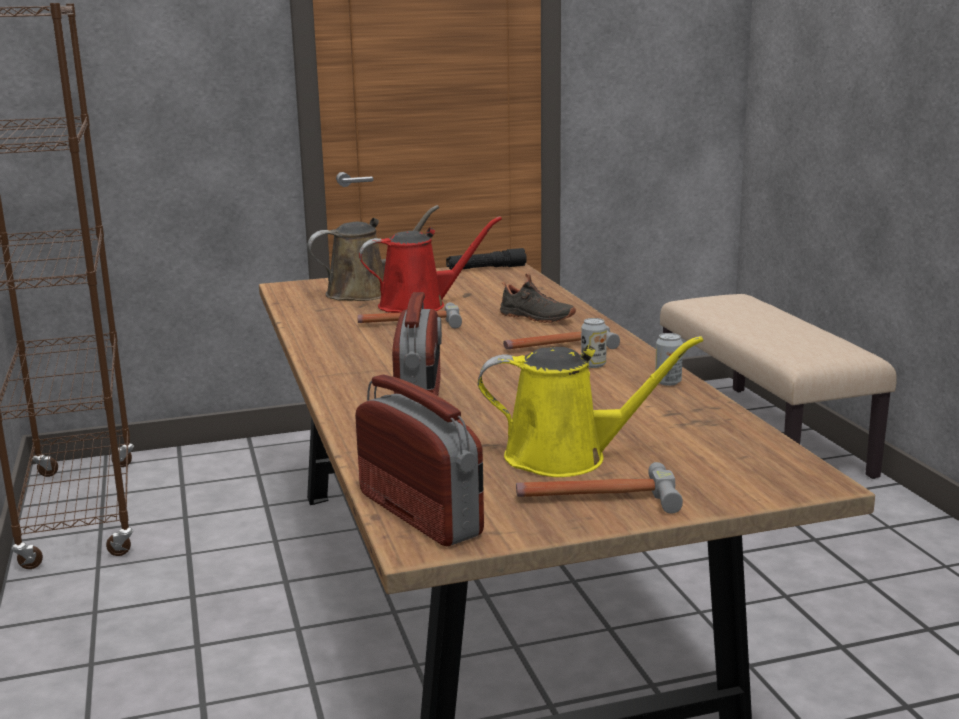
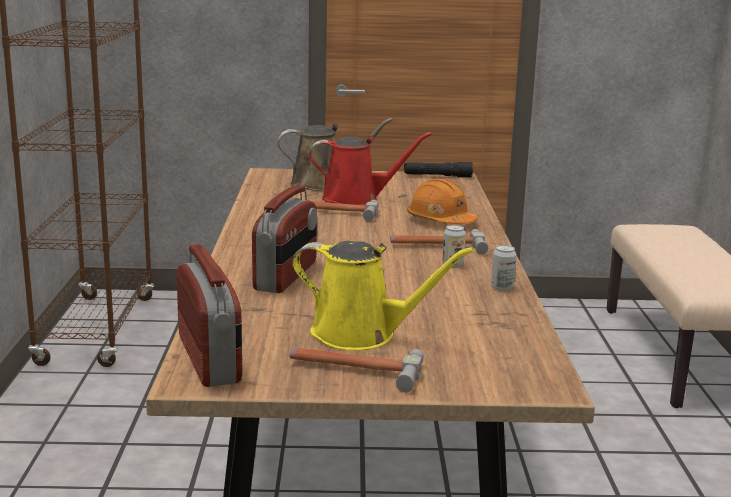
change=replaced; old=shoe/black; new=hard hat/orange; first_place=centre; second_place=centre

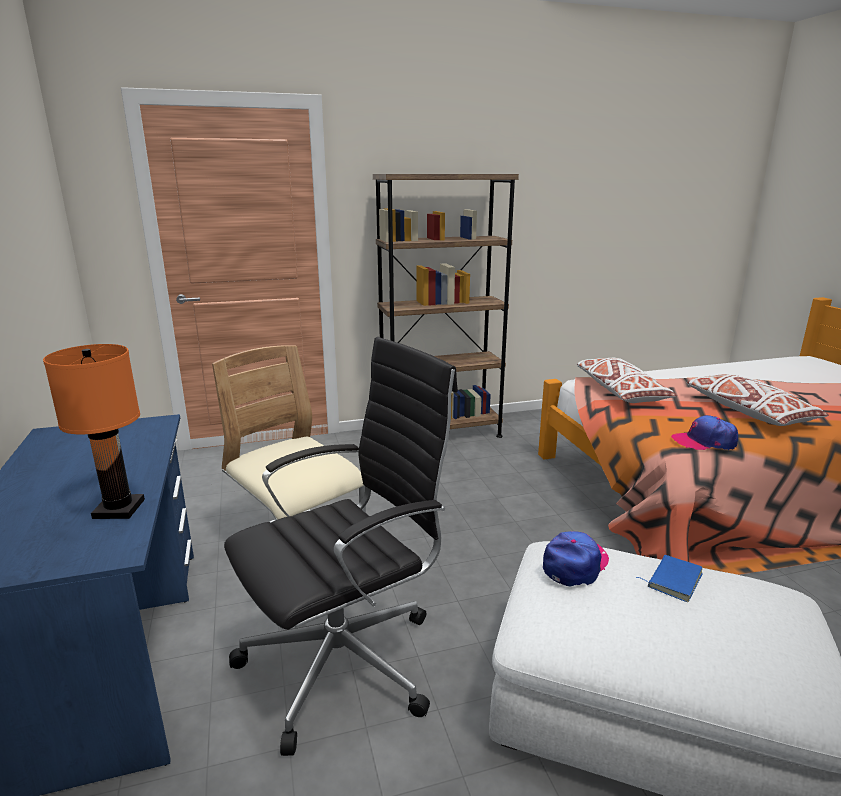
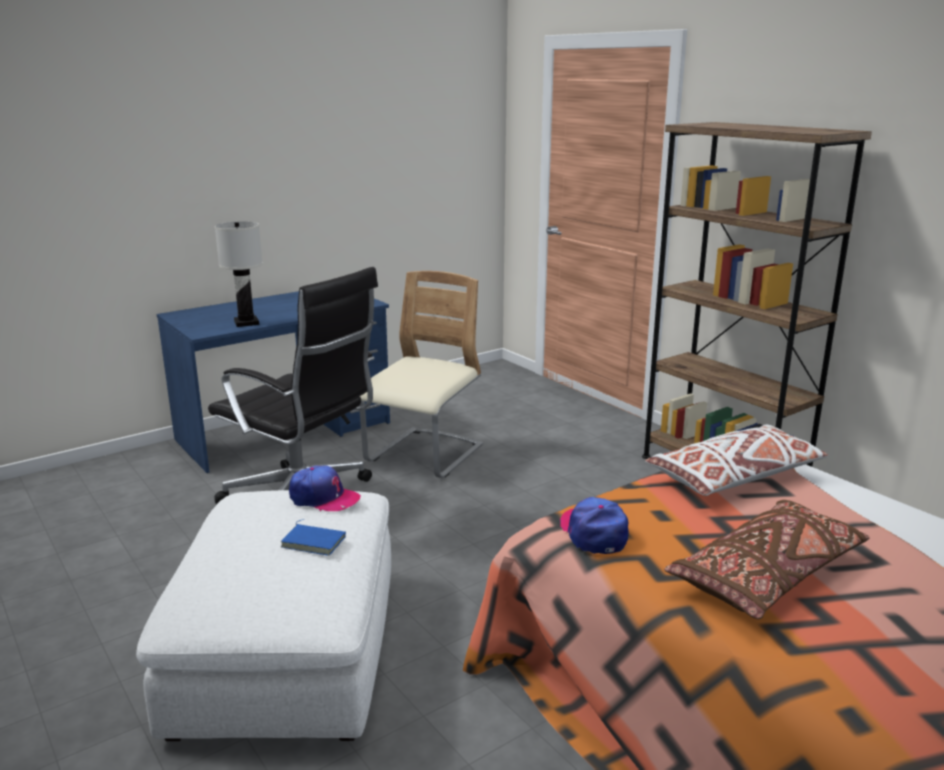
change=recoloured; old=table lamp/orange; new=table lamp/white; first_place=middle left; second_place=middle left
change=recoloured; old=pillow/white (2nd from left); new=pillow/brown; first_place=middle right; second_place=bottom right

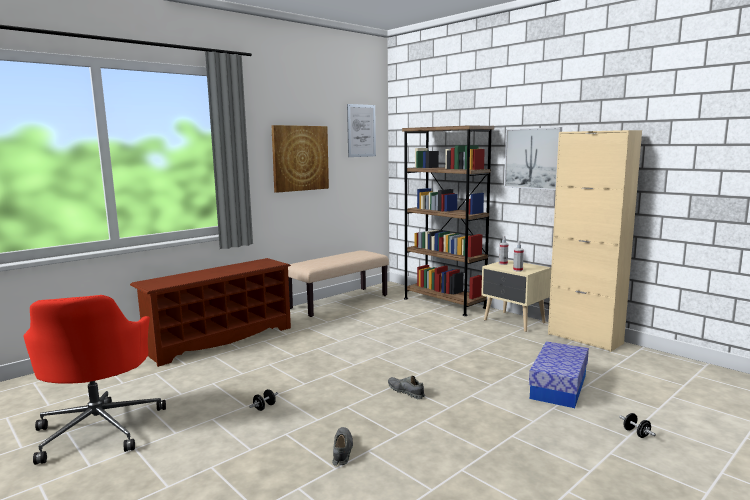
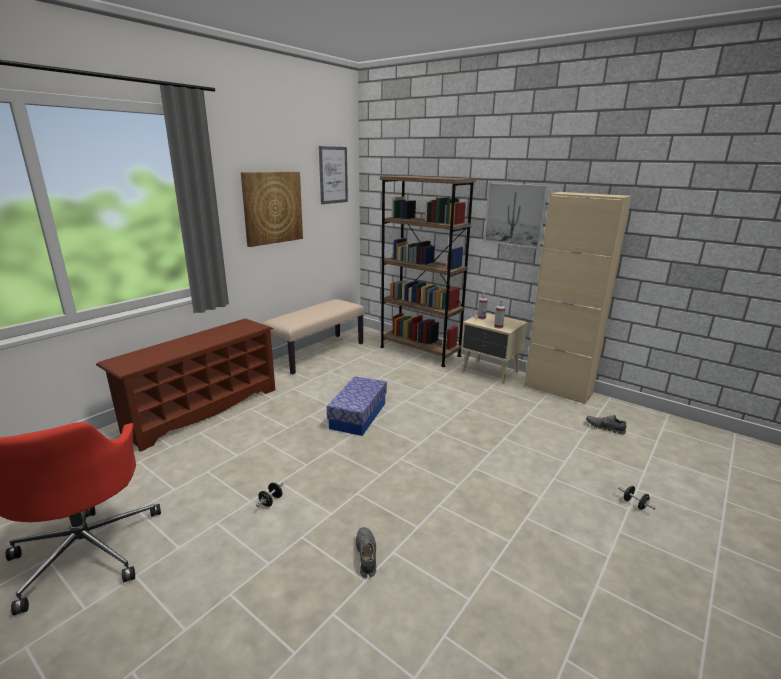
change=moved; old=storage box; first_place=bottom right; second_place=centre
change=moved; old=shoe/grey (2nd from left); first_place=bottom centre; second_place=middle right

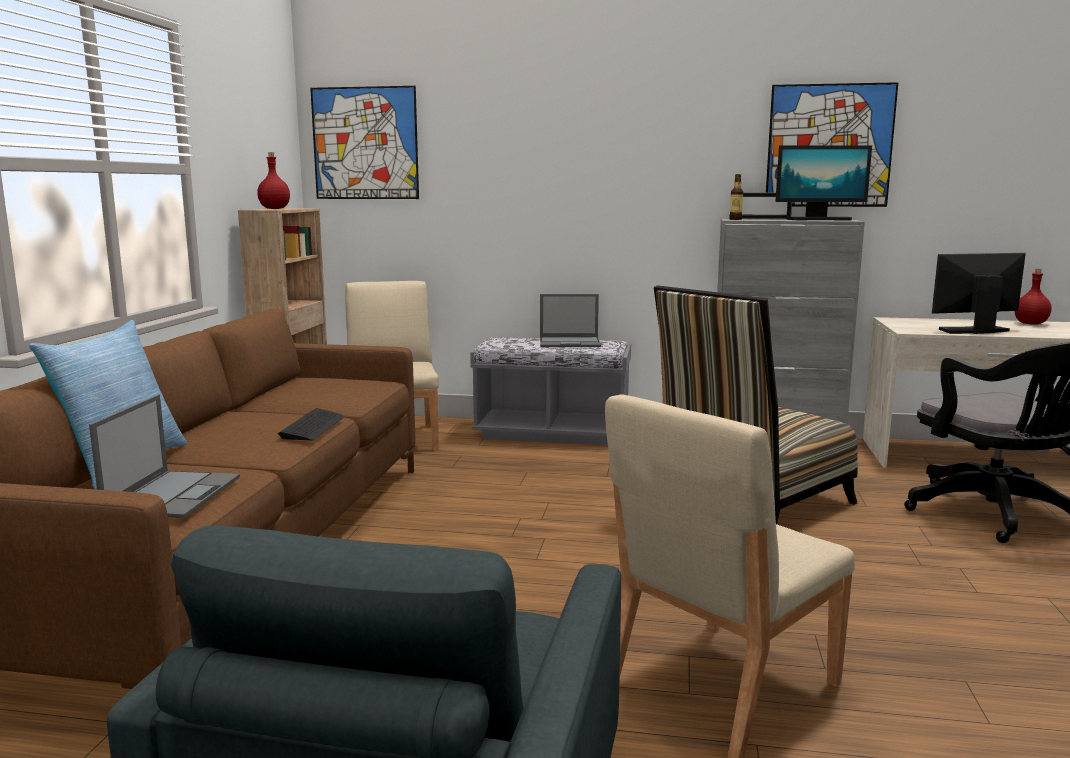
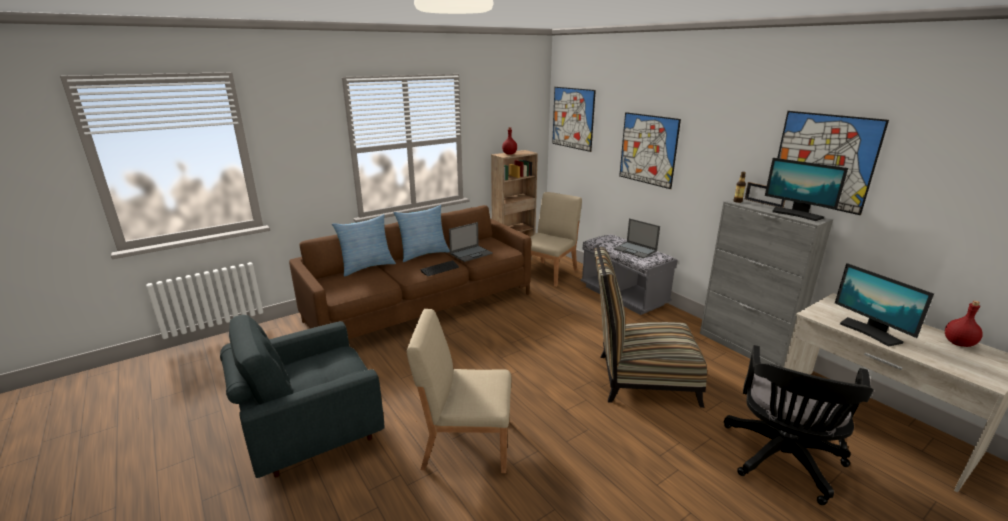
change=turned; old=monitor (2nd from left); first_place=middle right; second_place=middle right; degrees=-150
change=moved; old=laptop (1st from left); first_place=middle left; second_place=centre
change=added; new=picture (2nd from left); second_place=top centre
change=added; new=pillow (2nd from left); second_place=centre

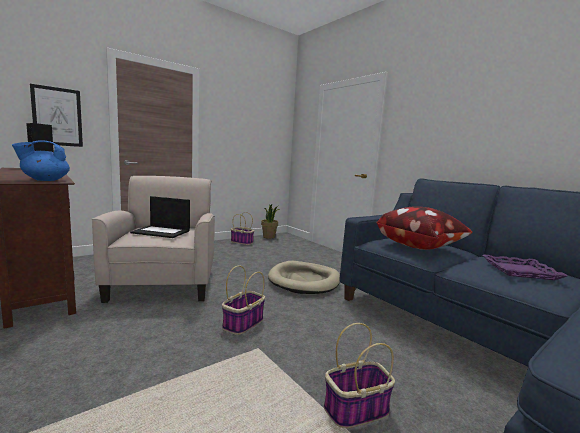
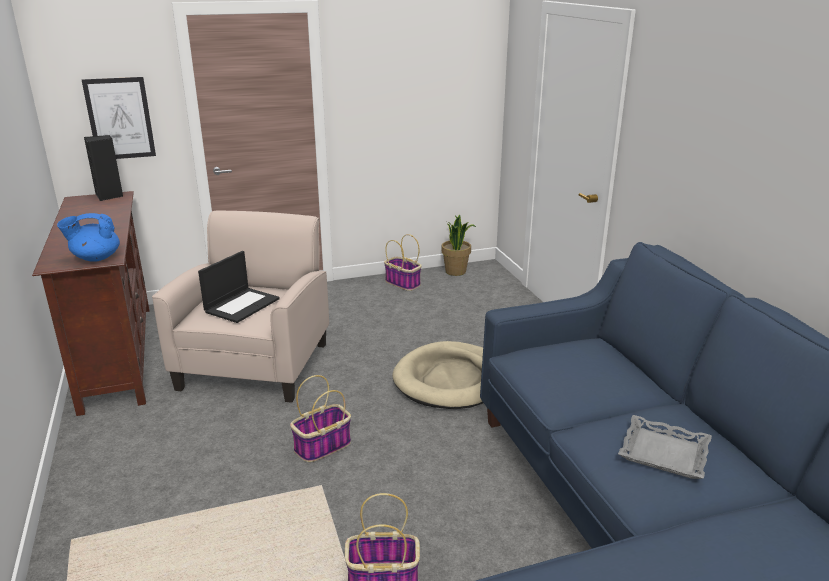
change=turned; old=laptop; first_place=middle left; second_place=middle left; degrees=-90
change=removed; old=pillow; first_place=middle right
change=recoloured; old=tray/purple; new=tray/grey; first_place=middle right; second_place=bottom right

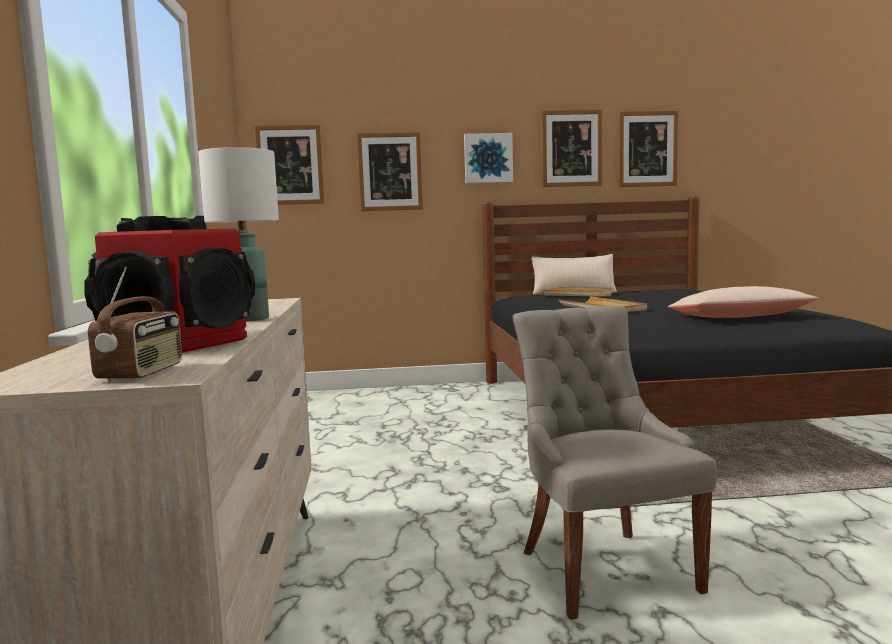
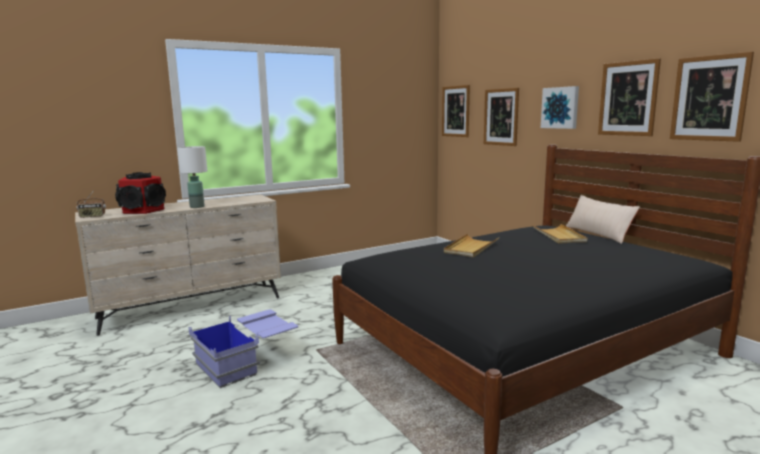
change=removed; old=pillow/beige (2nd from left); first_place=middle right
change=replaced; old=chair/grey; new=storage box/blue; first_place=bottom right; second_place=bottom left

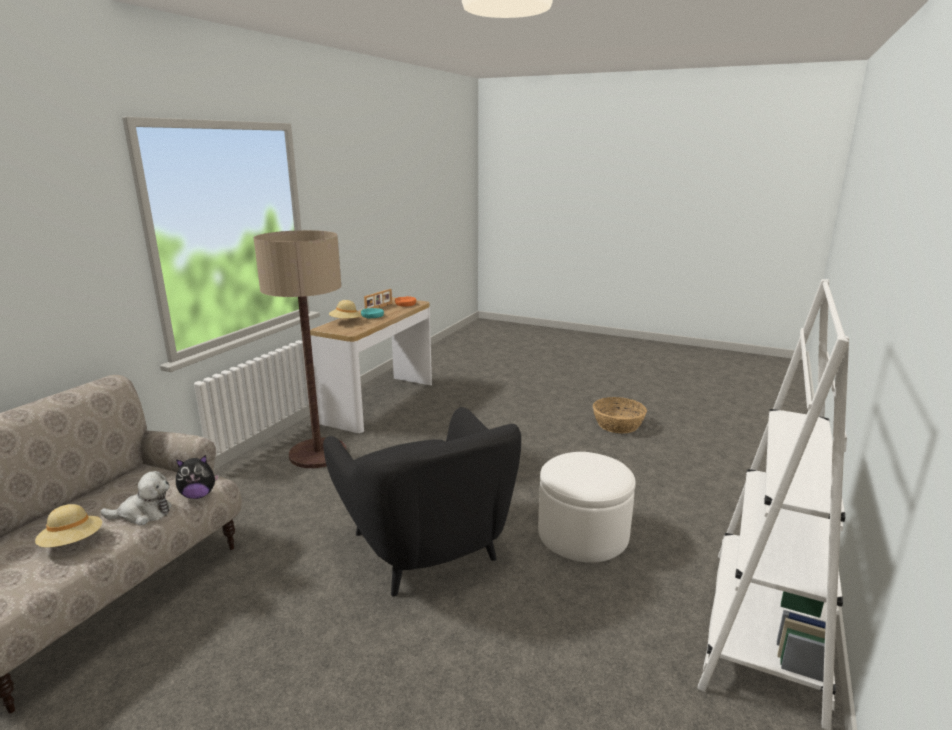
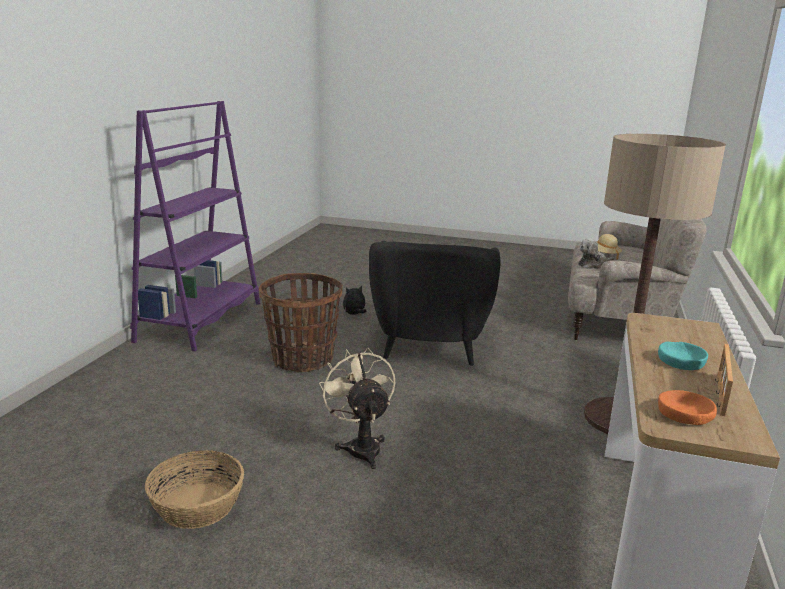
change=recoloured; old=bookcase/white; new=bookcase/purple; first_place=bottom right; second_place=middle left
change=removed; old=hat/beige (2nd from left); first_place=centre
change=turned; old=armchair/black; first_place=bottom centre; second_place=centre; degrees=-135
change=replaced; old=ottoman/white; new=basket (2nd from left); first_place=bottom centre; second_place=centre
change=moved; old=plush toy (2nd from left in the first image); new=plush toy (1st from left); first_place=middle left; second_place=centre
change=added; new=fan/beige; second_place=bottom centre

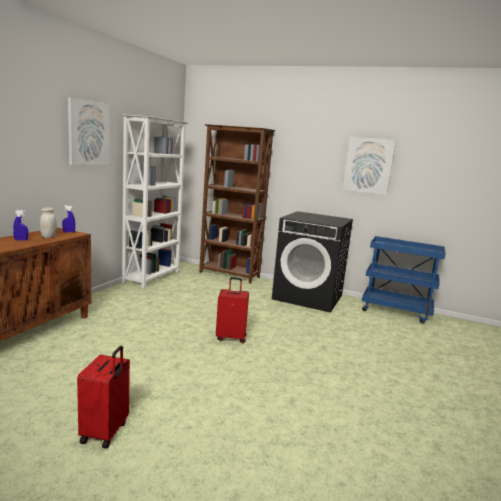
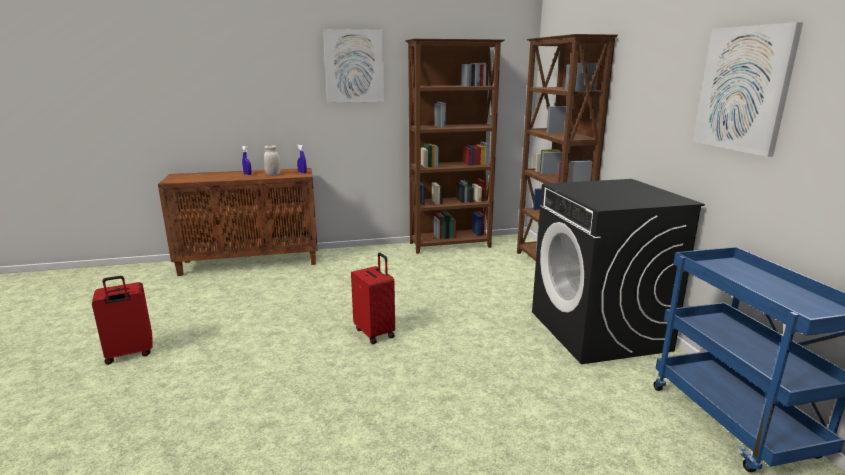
change=recoloured; old=bookcase/white; new=bookcase/brown (1st from left); first_place=middle left; second_place=top centre

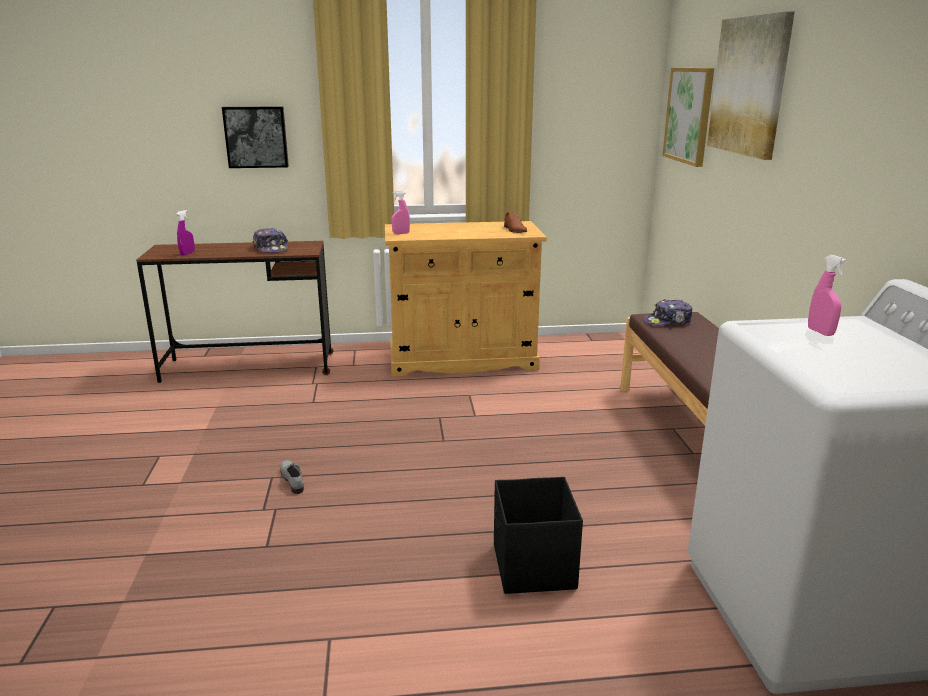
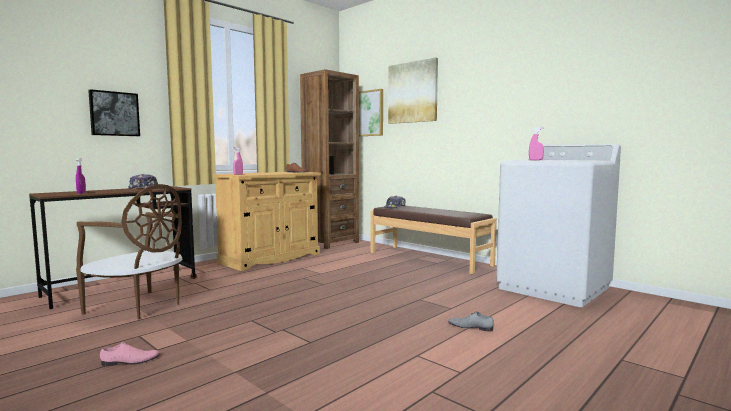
change=moved; old=shoe/grey; first_place=bottom left; second_place=bottom centre
change=removed; old=storage box/black; first_place=bottom centre
change=added; new=bookcase/brown; second_place=centre
change=added; new=chair/brown; second_place=middle left
change=added; new=shoe/pink; second_place=bottom left

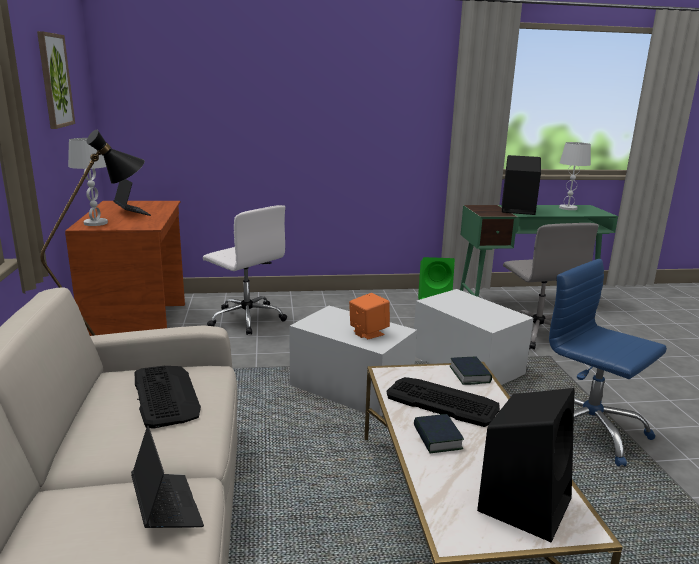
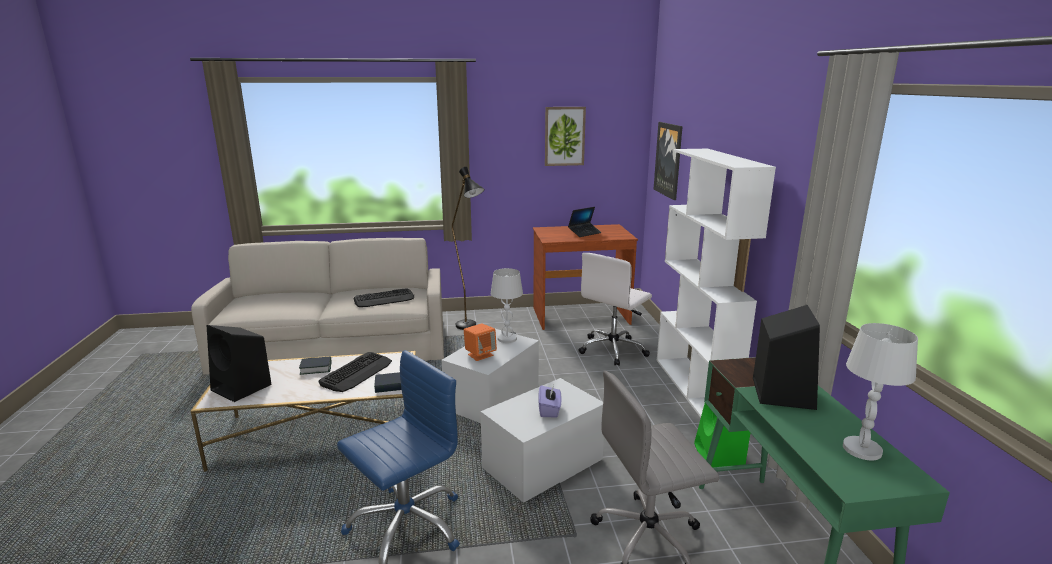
change=moved; old=table lamp/white (1st from left); first_place=top left; second_place=centre
change=removed; old=laptop (2nd from left); first_place=bottom left
change=added; new=picture (2nd from left); second_place=top centre
change=added; new=bookcase/white; second_place=middle right
change=added; new=tissue box/purple; second_place=bottom centre

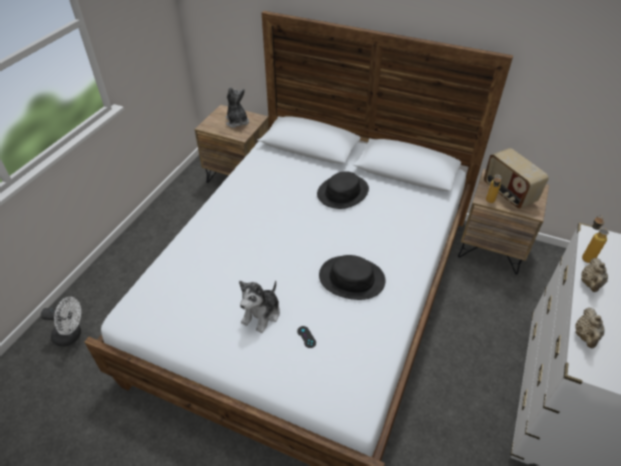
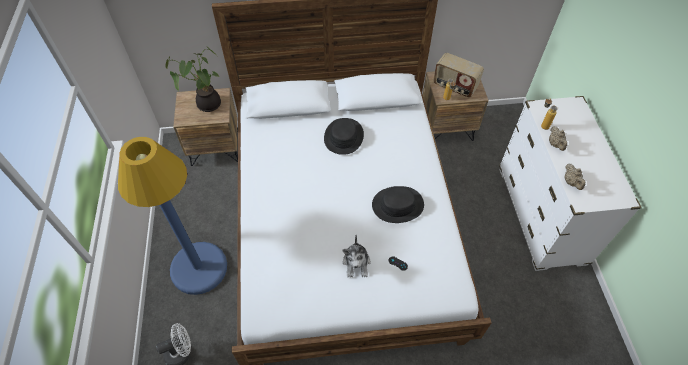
change=replaced; old=plush toy (1st from left); new=potted plant; first_place=top centre; second_place=top left
change=added; new=floor lamp/blue; second_place=middle left

